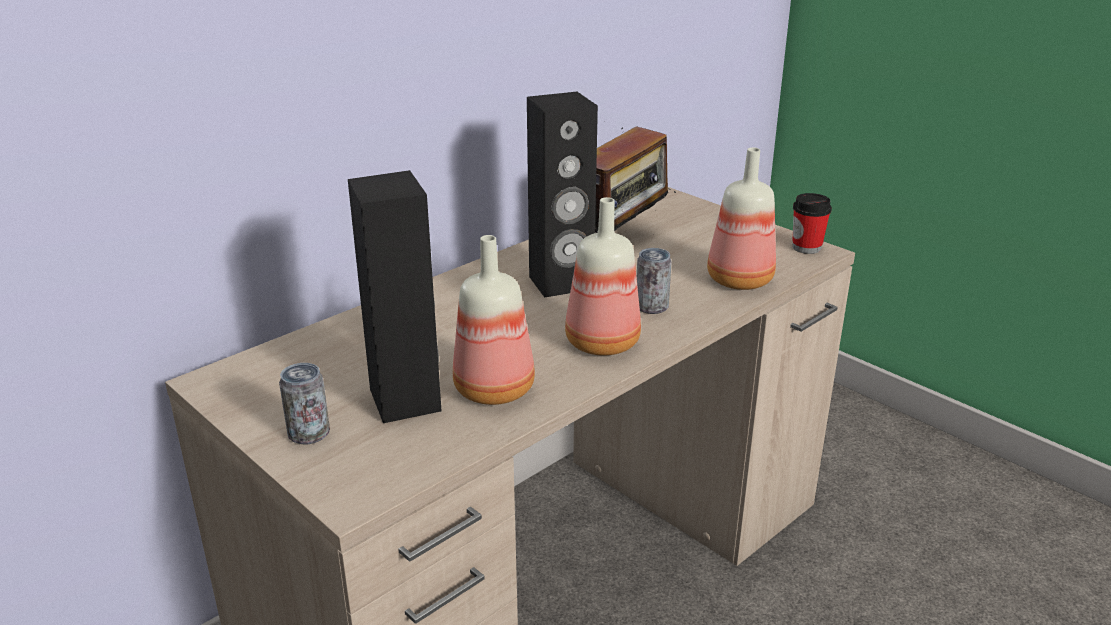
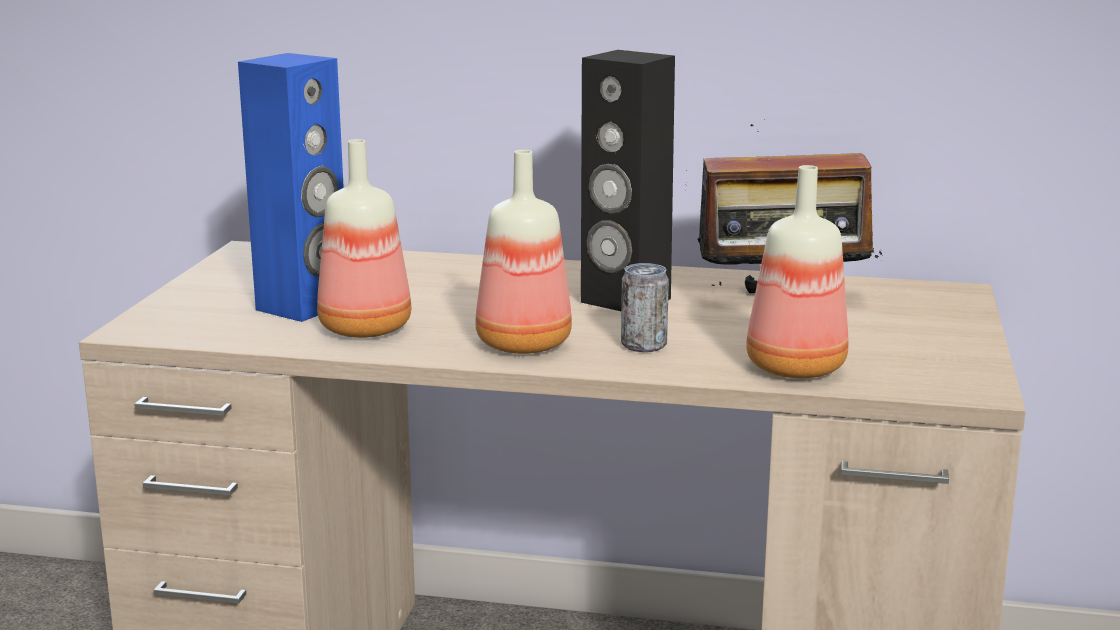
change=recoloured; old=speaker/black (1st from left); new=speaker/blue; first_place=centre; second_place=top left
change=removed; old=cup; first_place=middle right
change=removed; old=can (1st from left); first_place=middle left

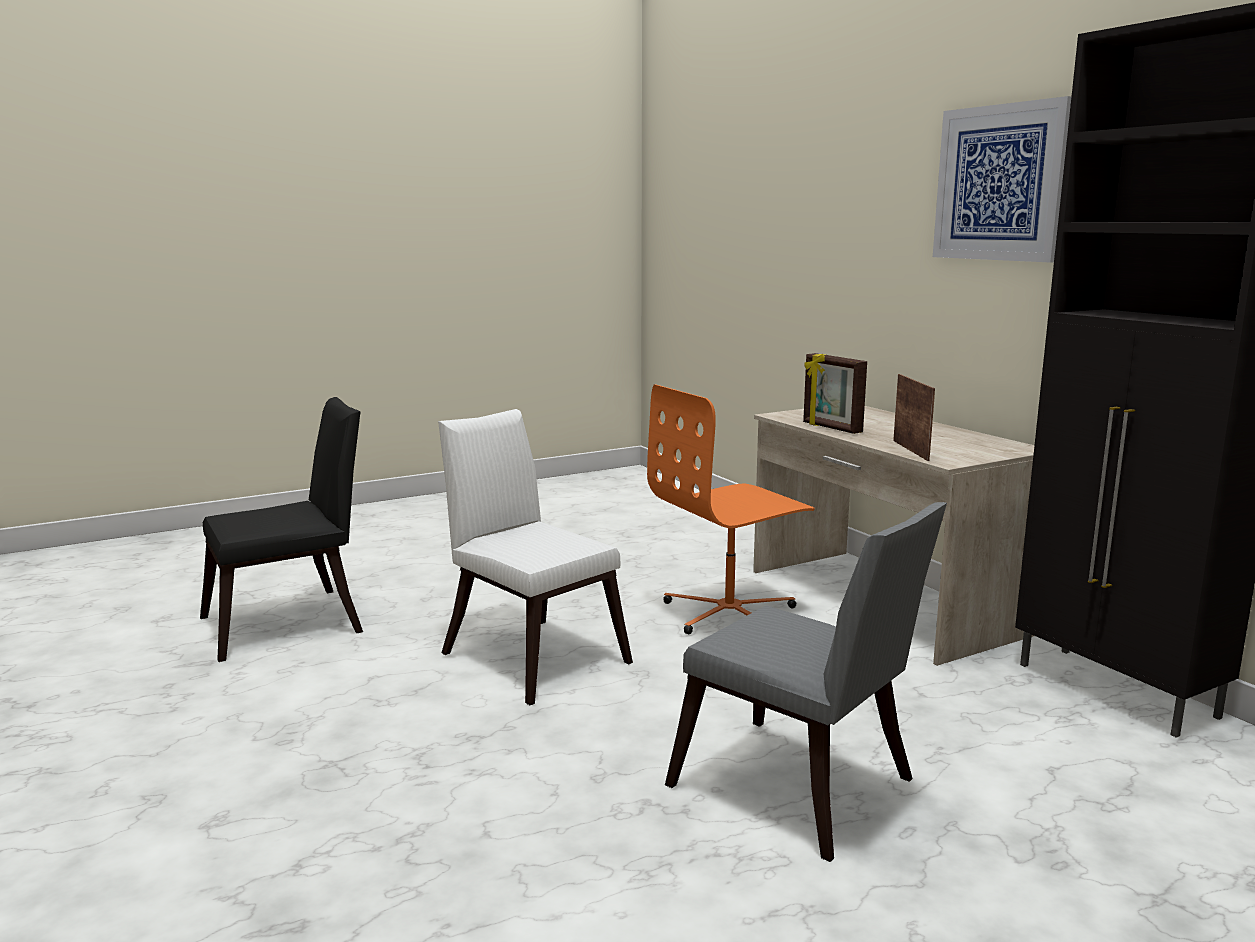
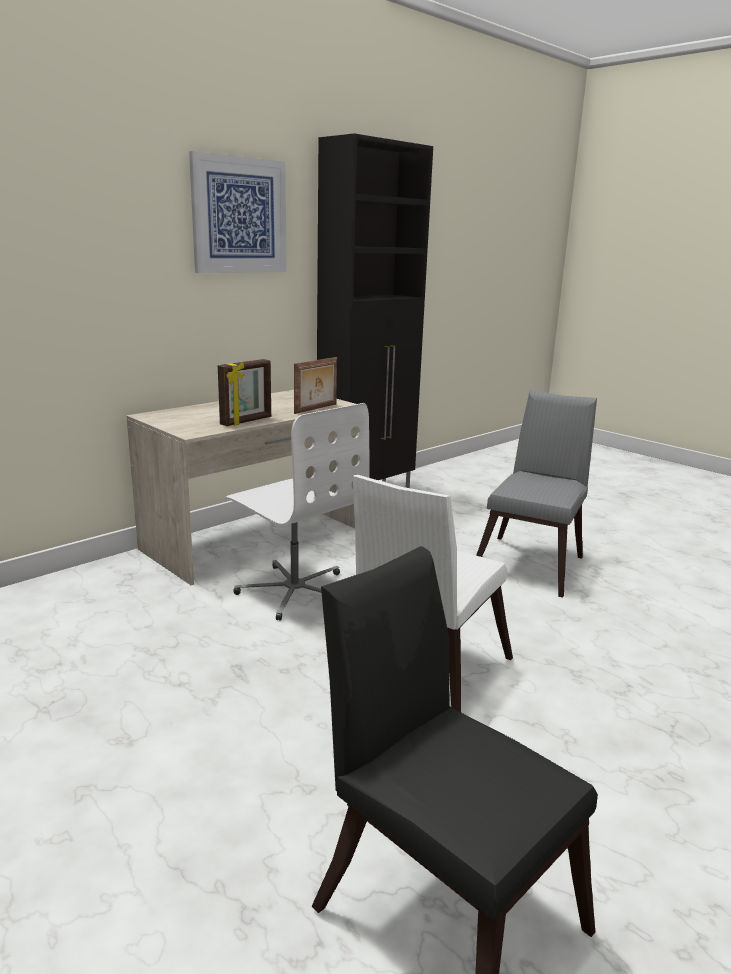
change=turned; old=picture frame (2nd from left); first_place=middle right; second_place=centre; degrees=150
change=recoloured; old=office chair/orange; new=office chair/white; first_place=centre; second_place=centre

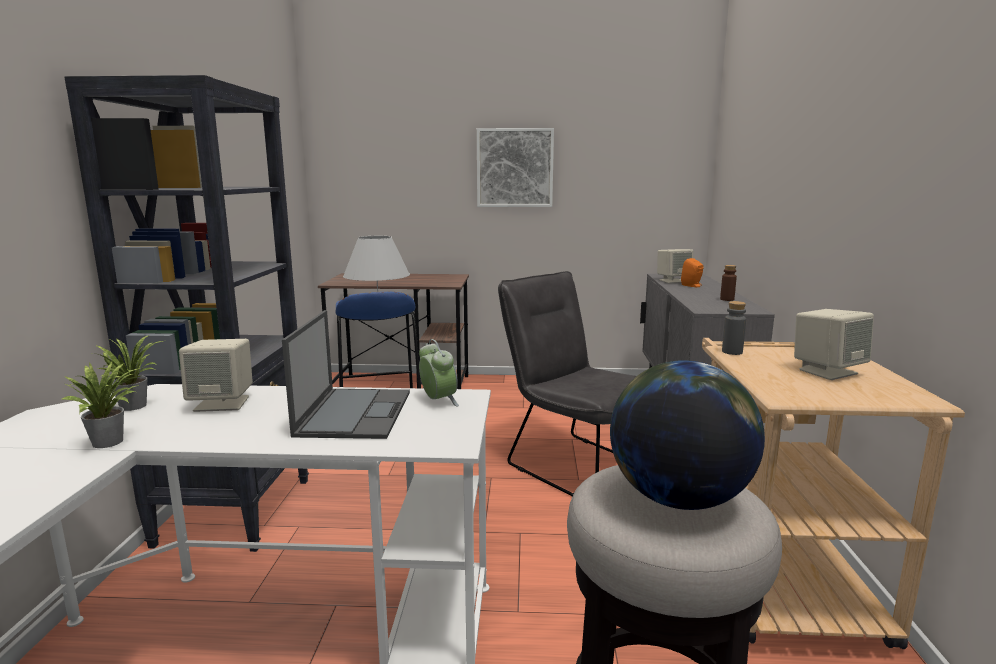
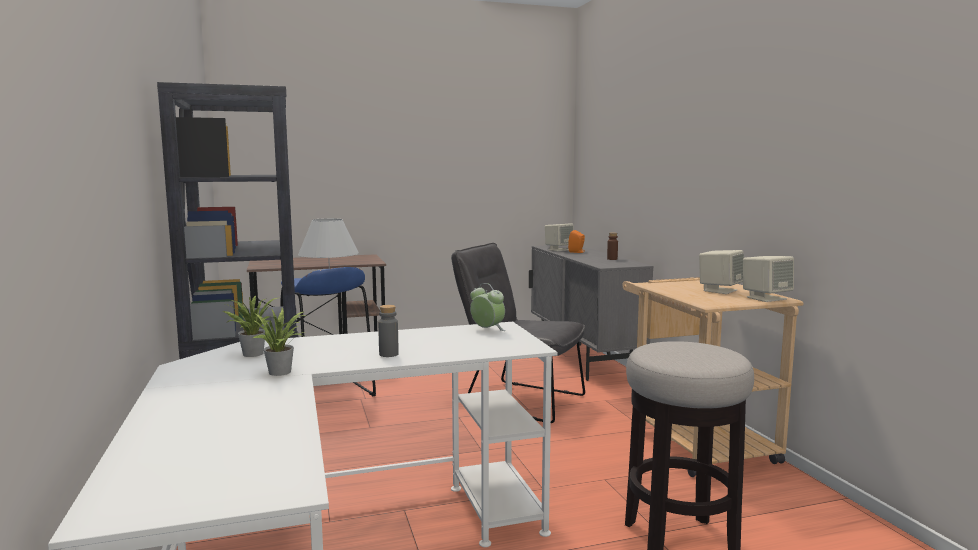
change=removed; old=picture; first_place=top centre
change=moved; old=bottle/grey; first_place=middle right; second_place=centre
change=removed; old=laptop; first_place=centre
change=moved; old=speaker/beige (1st from left in the first image); new=speaker/beige (3rd from left); first_place=middle left; second_place=middle right
change=removed; old=globe; first_place=middle right

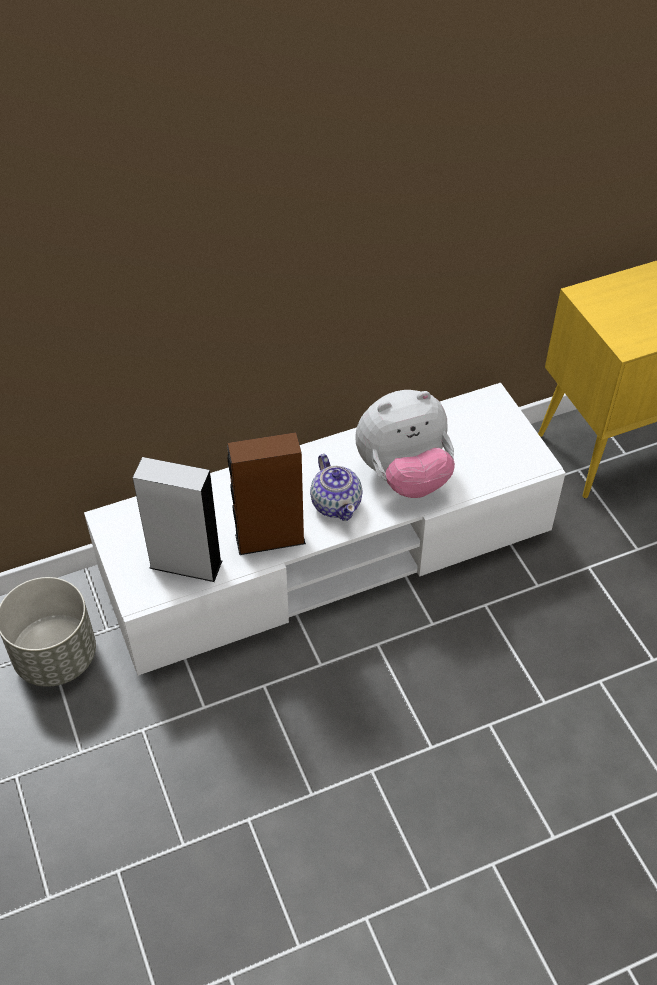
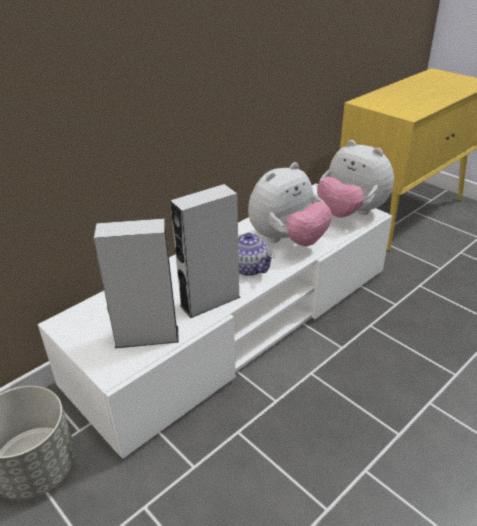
change=recoloured; old=speaker/brown; new=speaker/grey (2nd from left); first_place=centre; second_place=centre
change=added; new=plush toy (2nd from left); second_place=middle right

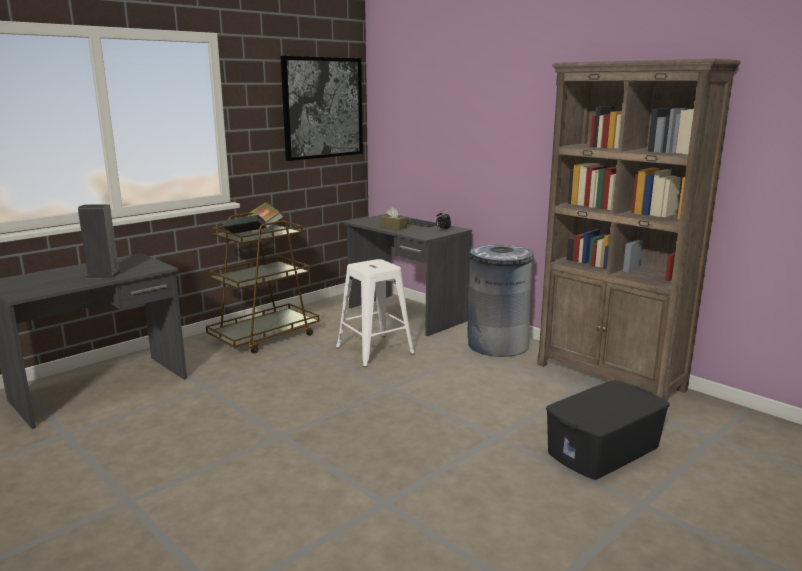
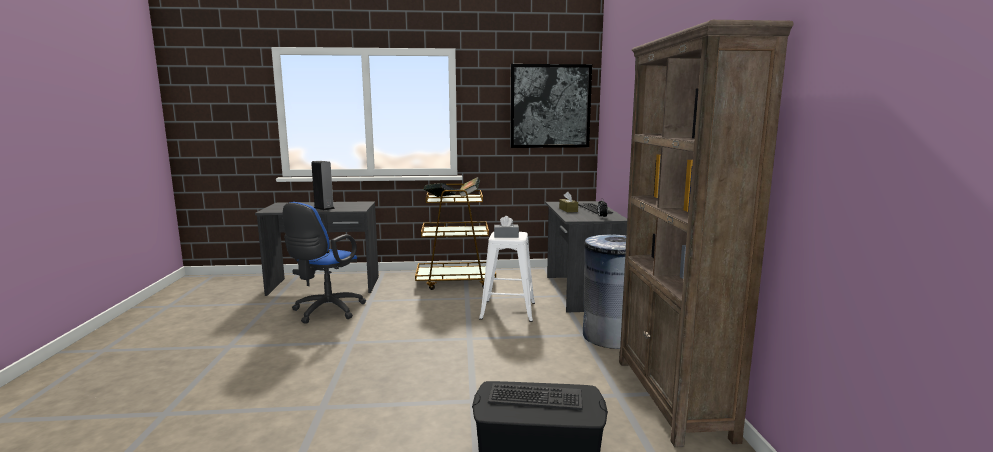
change=added; new=office chair/blue; second_place=middle left
change=added; new=tissue box/grey; second_place=centre
change=added; new=keyboard (1st from left); second_place=bottom centre

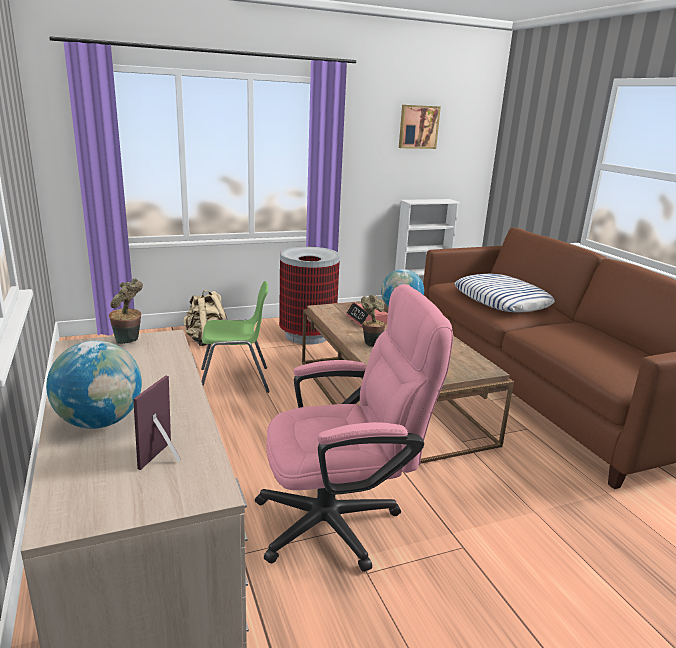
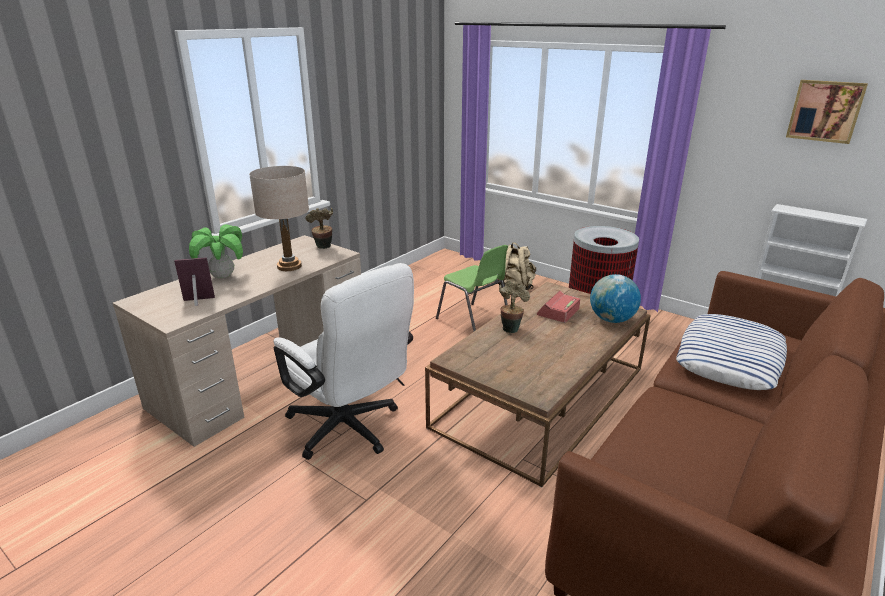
change=recoloured; old=office chair/pink; new=office chair/white; first_place=centre; second_place=centre
change=replaced; old=globe (1st from left); new=potted plant (1st from left); first_place=middle left; second_place=middle left
change=added; new=table lamp/beige; second_place=middle left

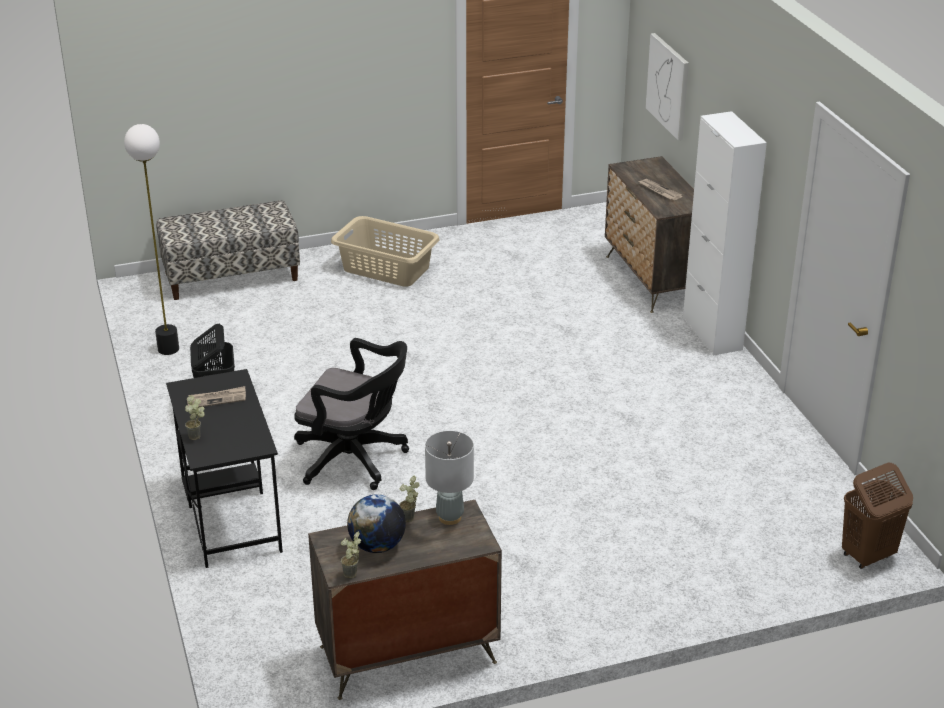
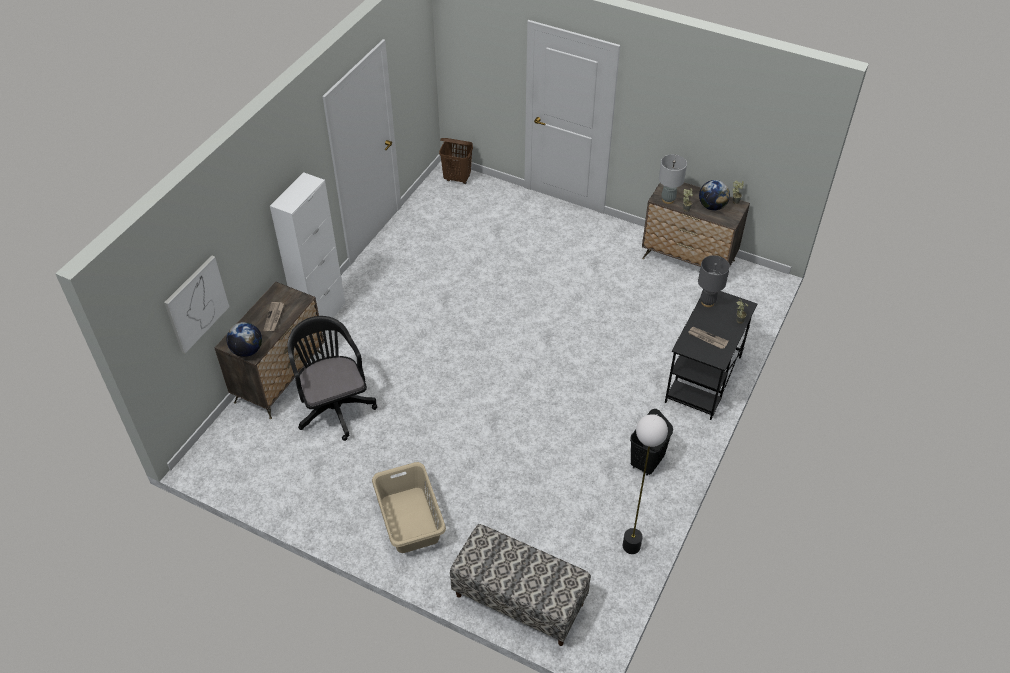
change=moved; old=office chair/black; first_place=centre; second_place=middle left
change=added; new=table lamp/grey (2nd from left); second_place=middle right
change=added; new=globe (1st from left); second_place=middle left

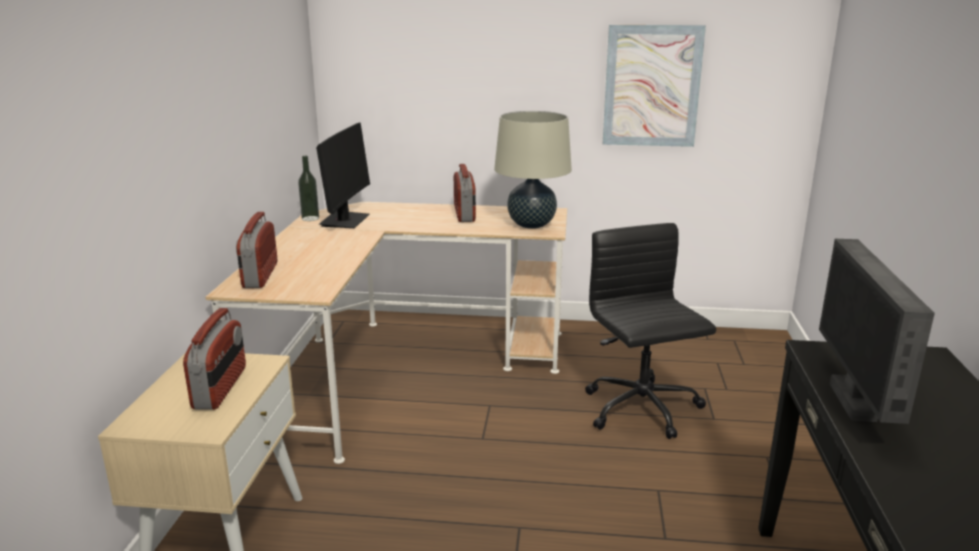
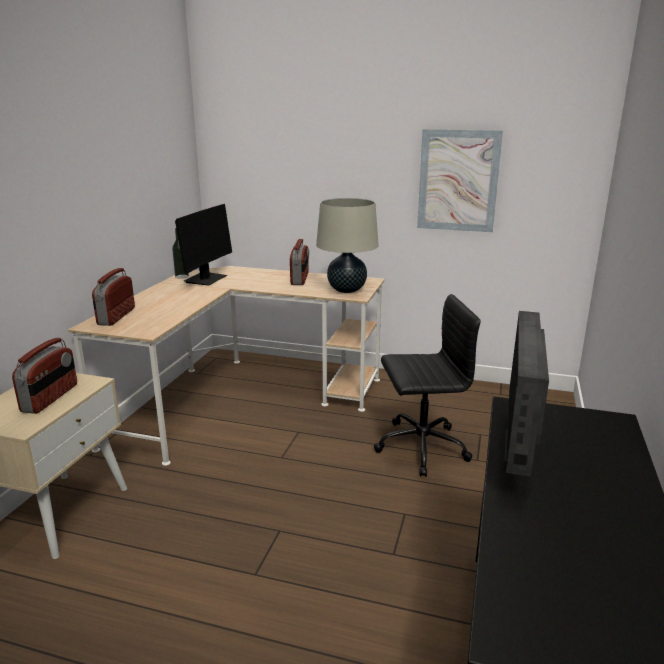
change=turned; old=office chair/black; first_place=centre; second_place=centre; degrees=90

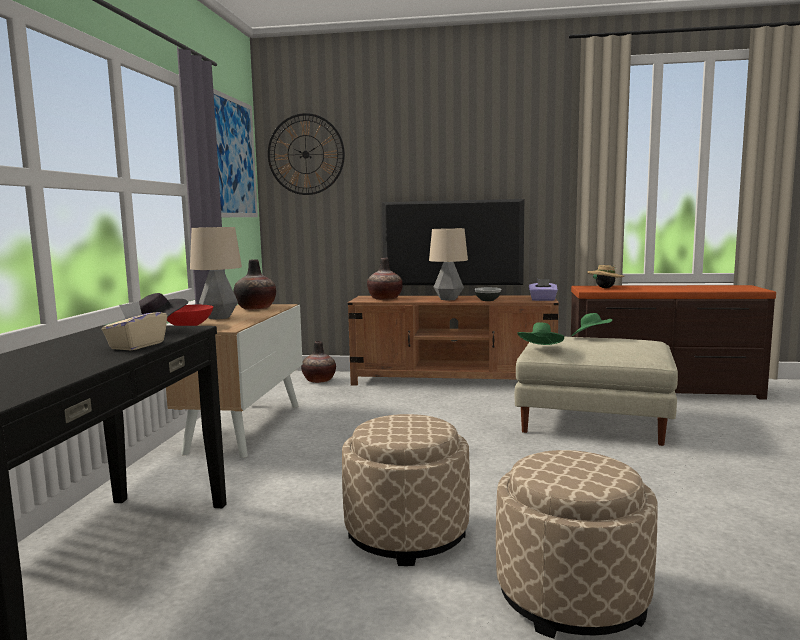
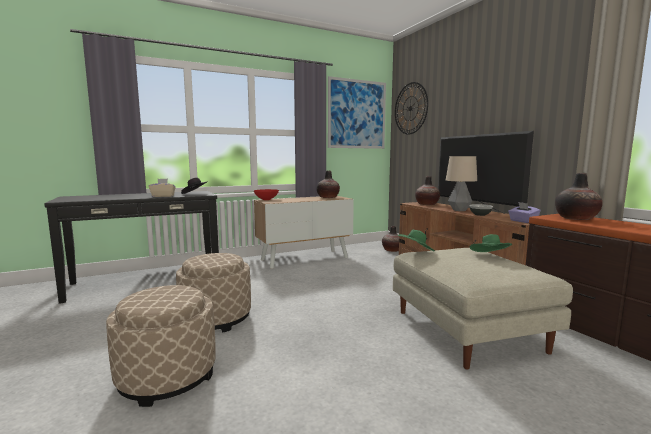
change=removed; old=table lamp (1st from left); first_place=middle left
change=replaced; old=hat/beige; new=vase (4th from left); first_place=middle right; second_place=middle right

